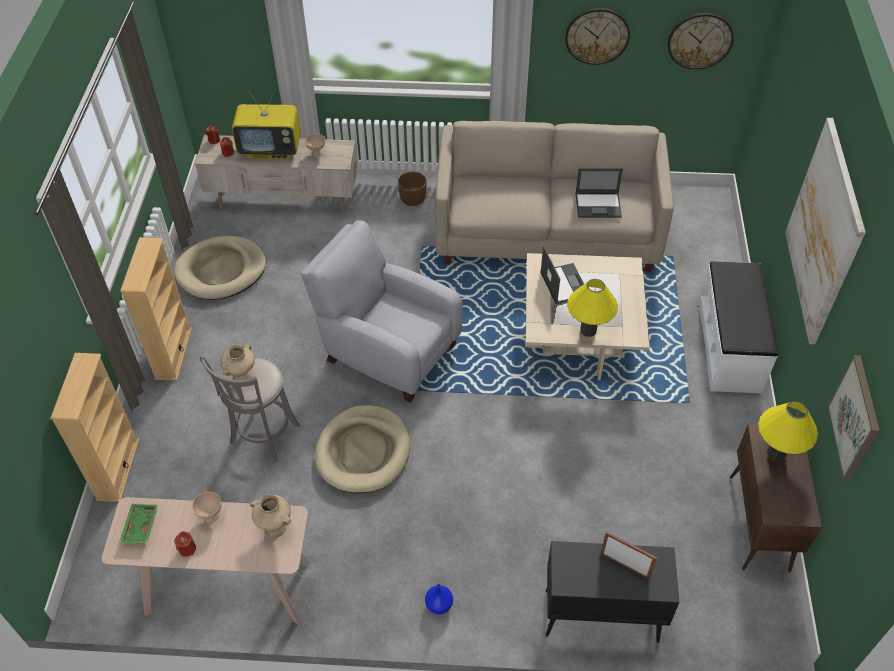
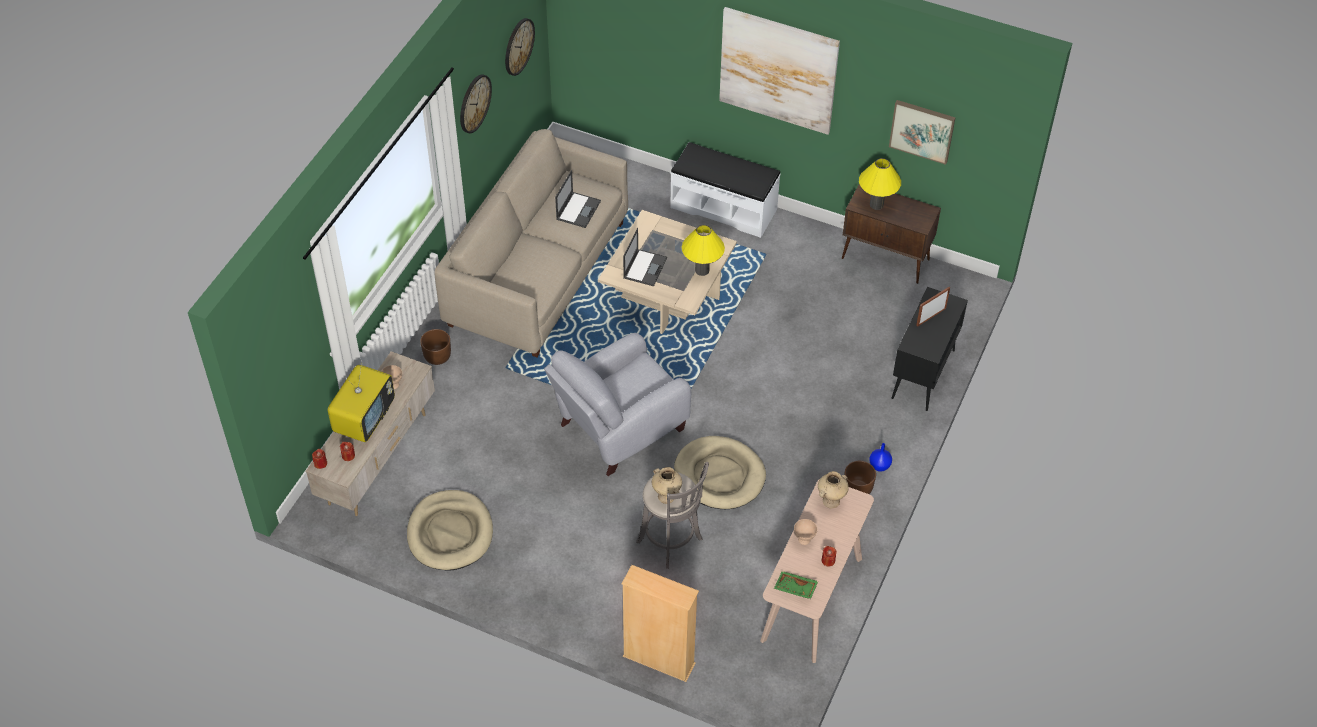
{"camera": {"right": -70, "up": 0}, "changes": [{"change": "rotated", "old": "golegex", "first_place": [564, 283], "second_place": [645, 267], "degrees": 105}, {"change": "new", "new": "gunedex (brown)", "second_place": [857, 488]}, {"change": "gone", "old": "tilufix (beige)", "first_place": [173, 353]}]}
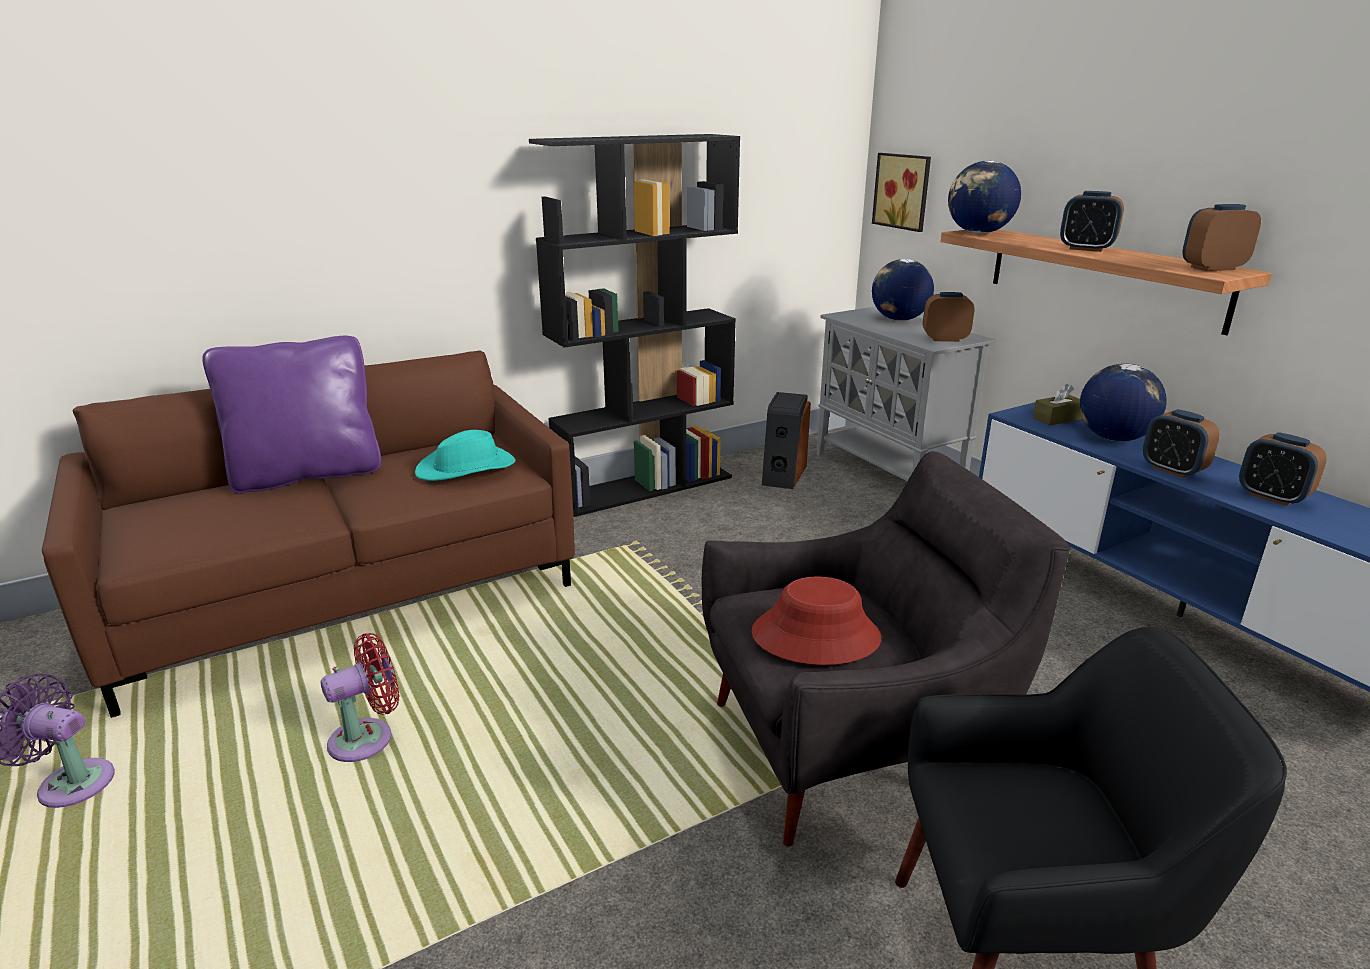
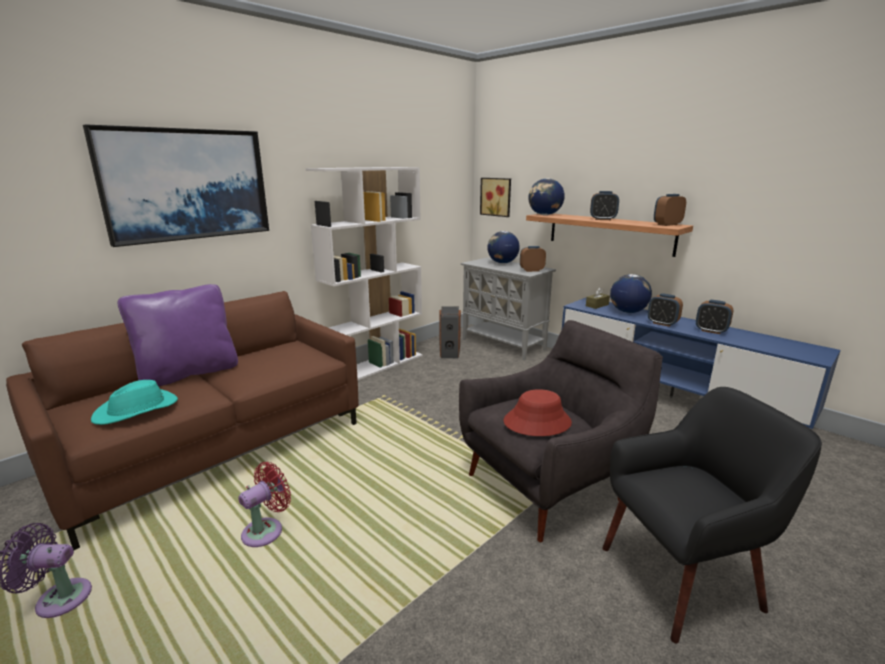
{"camera": {"right": -15, "up": -5}, "changes": [{"change": "new", "new": "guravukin", "second_place": [187, 184]}, {"change": "shifted", "old": "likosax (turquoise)", "first_place": [467, 468], "second_place": [137, 410]}, {"change": "repainted", "old": "tilufix (black)", "new": "tilufix (white)", "first_place": [645, 486], "second_place": [376, 365]}]}
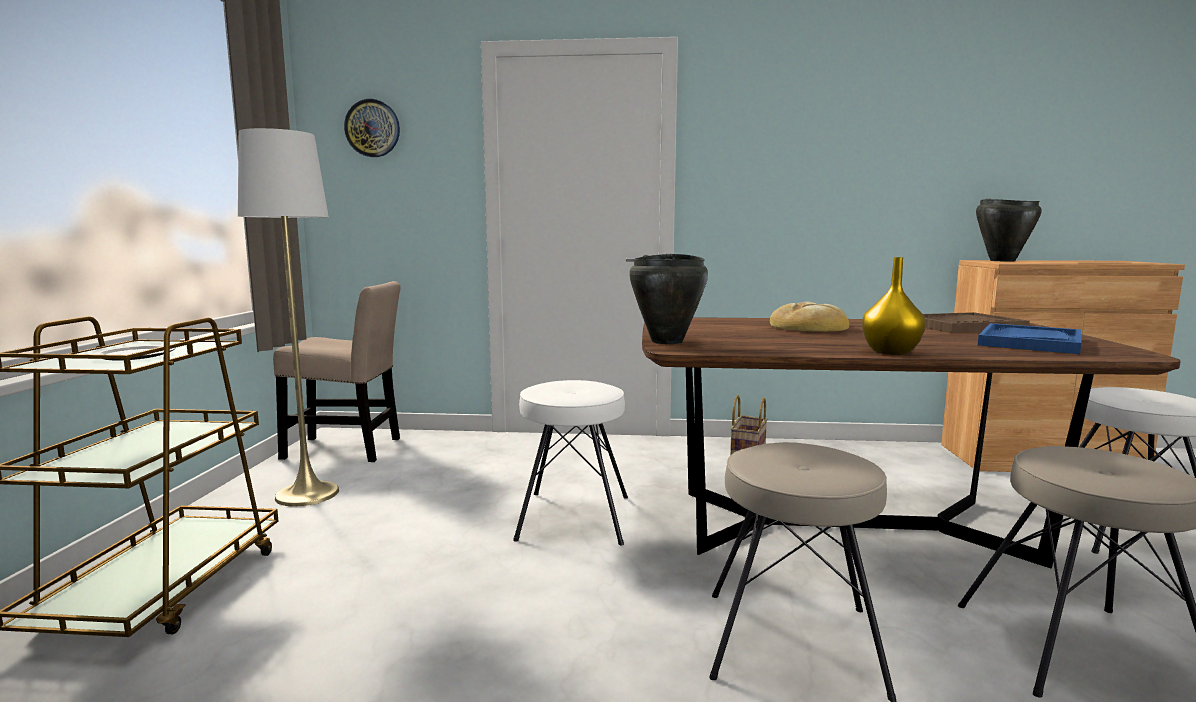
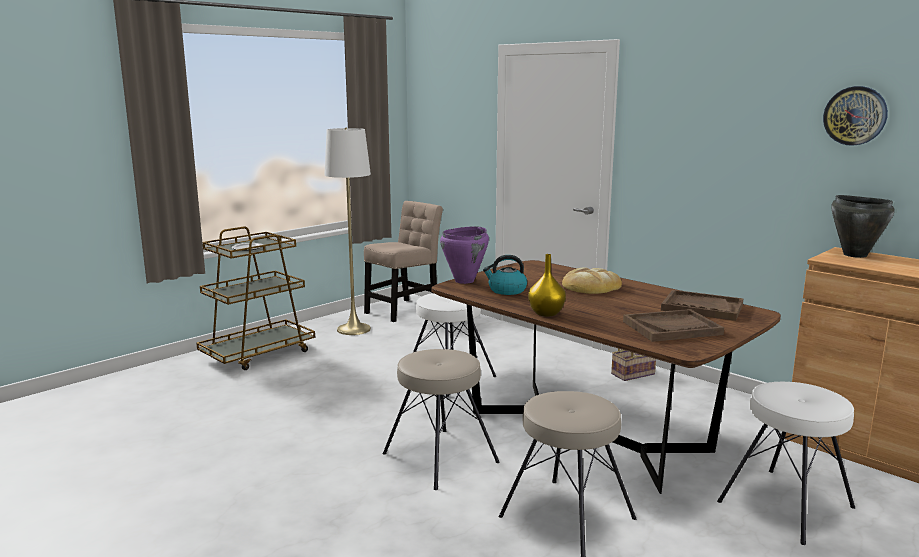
{"camera": {"right": 40, "up": 5}, "changes": [{"change": "rotated", "old": "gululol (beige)", "first_place": [348, 449], "second_place": [404, 310], "degrees": -90}, {"change": "repainted", "old": "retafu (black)", "new": "retafu (purple)", "first_place": [667, 341], "second_place": [465, 281]}, {"change": "new", "new": "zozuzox", "second_place": [506, 290]}, {"change": "repainted", "old": "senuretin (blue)", "new": "senuretin (brown)", "first_place": [1029, 342], "second_place": [672, 328]}, {"change": "shifted", "old": "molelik", "first_place": [372, 128], "second_place": [855, 116]}]}
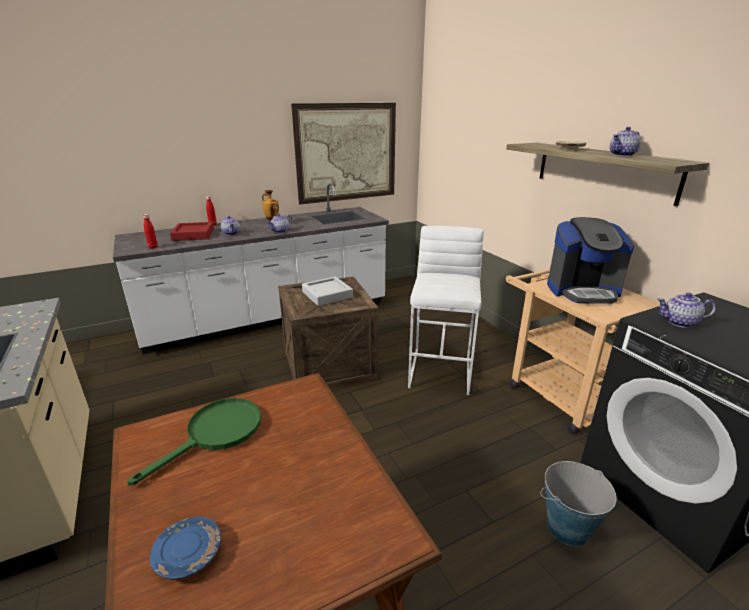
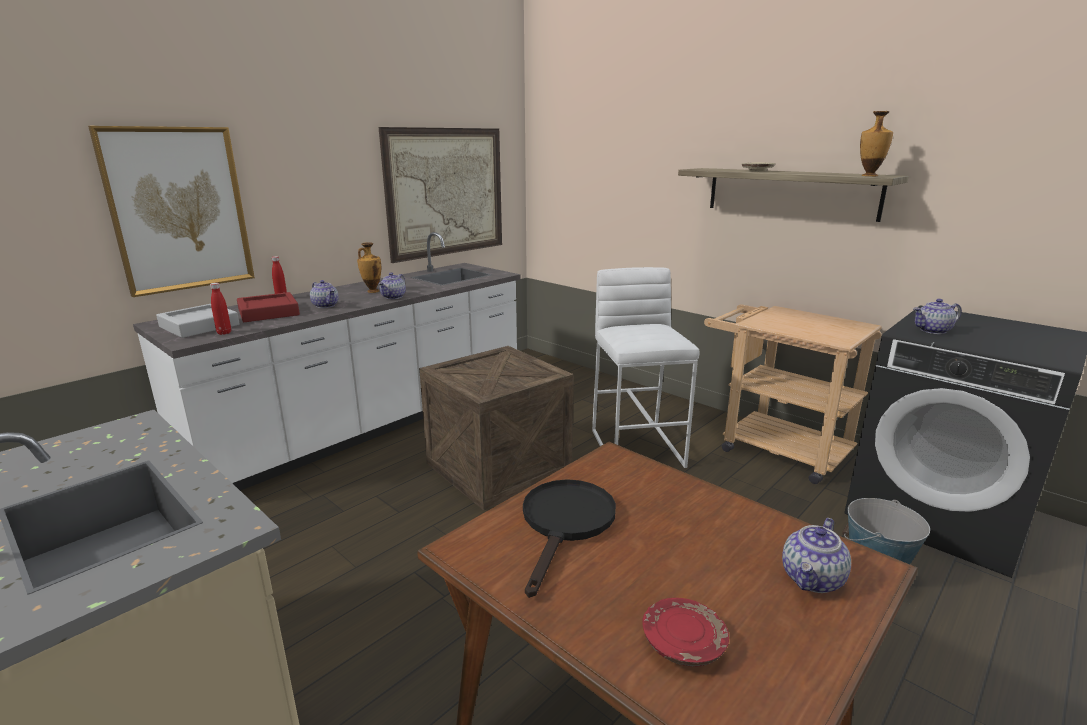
{"camera": {"right": -20, "up": -5}, "changes": [{"change": "new", "new": "guravukin", "second_place": [179, 210]}, {"change": "shifted", "old": "senuretin (grey)", "first_place": [327, 294], "second_place": [199, 326]}, {"change": "repainted", "old": "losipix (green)", "new": "losipix (black)", "first_place": [216, 434], "second_place": [565, 524]}, {"change": "repainted", "old": "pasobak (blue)", "new": "pasobak (red)", "first_place": [189, 555], "second_place": [683, 643]}, {"change": "shifted", "old": "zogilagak", "first_place": [622, 155], "second_place": [813, 579]}, {"change": "new", "new": "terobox", "second_place": [869, 176]}, {"change": "gone", "old": "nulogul", "first_place": [582, 291]}]}
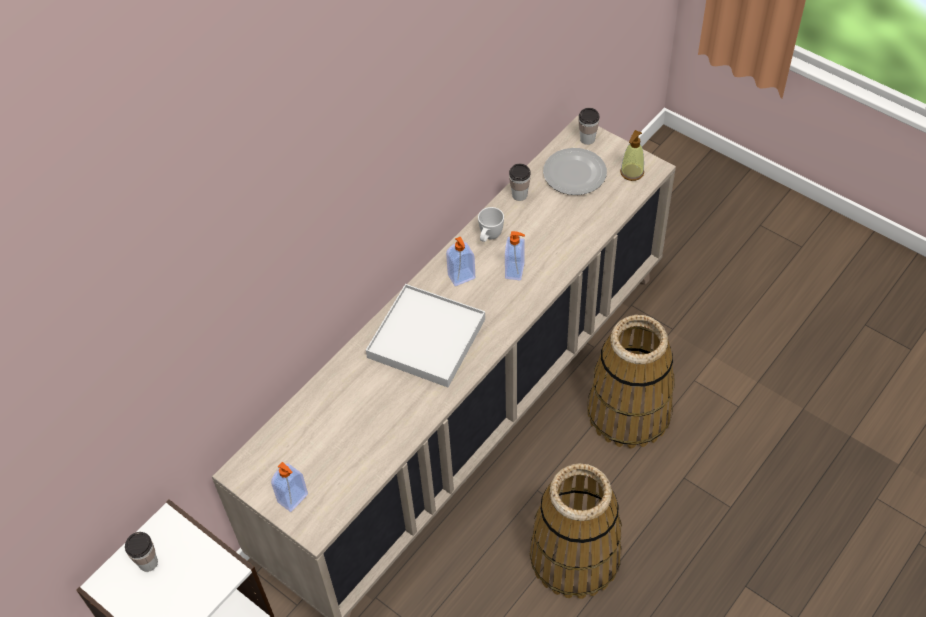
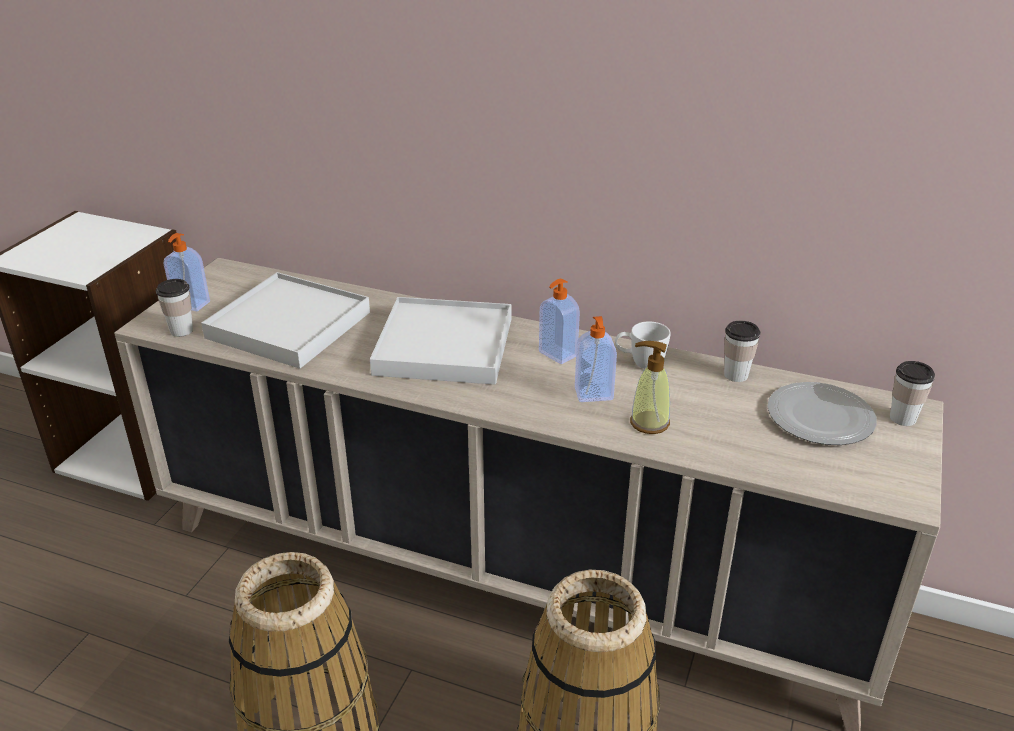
{"camera": {"right": 70, "up": -20}, "changes": [{"change": "shifted", "old": "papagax", "first_place": [148, 562], "second_place": [181, 330]}, {"change": "new", "new": "senuretin (white)", "second_place": [289, 325]}, {"change": "shifted", "old": "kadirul", "first_place": [631, 172], "second_place": [649, 423]}]}
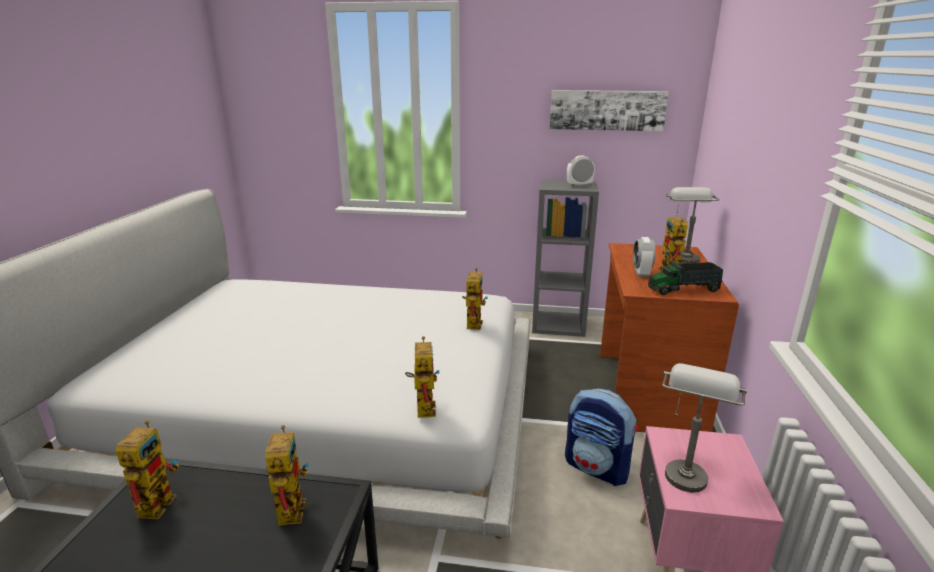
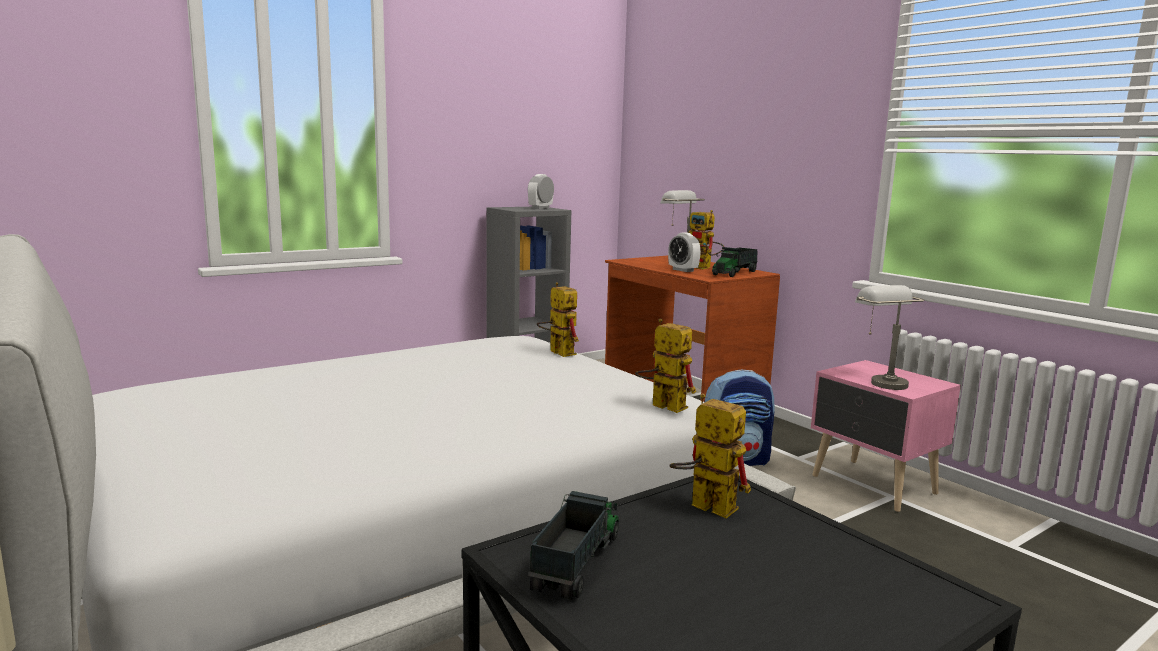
{"camera": {"right": -45, "up": -10}, "changes": [{"change": "swapped", "old": "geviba", "new": "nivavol", "first_place": [158, 500], "second_place": [577, 562]}, {"change": "gone", "old": "guravukin", "first_place": [607, 110]}]}
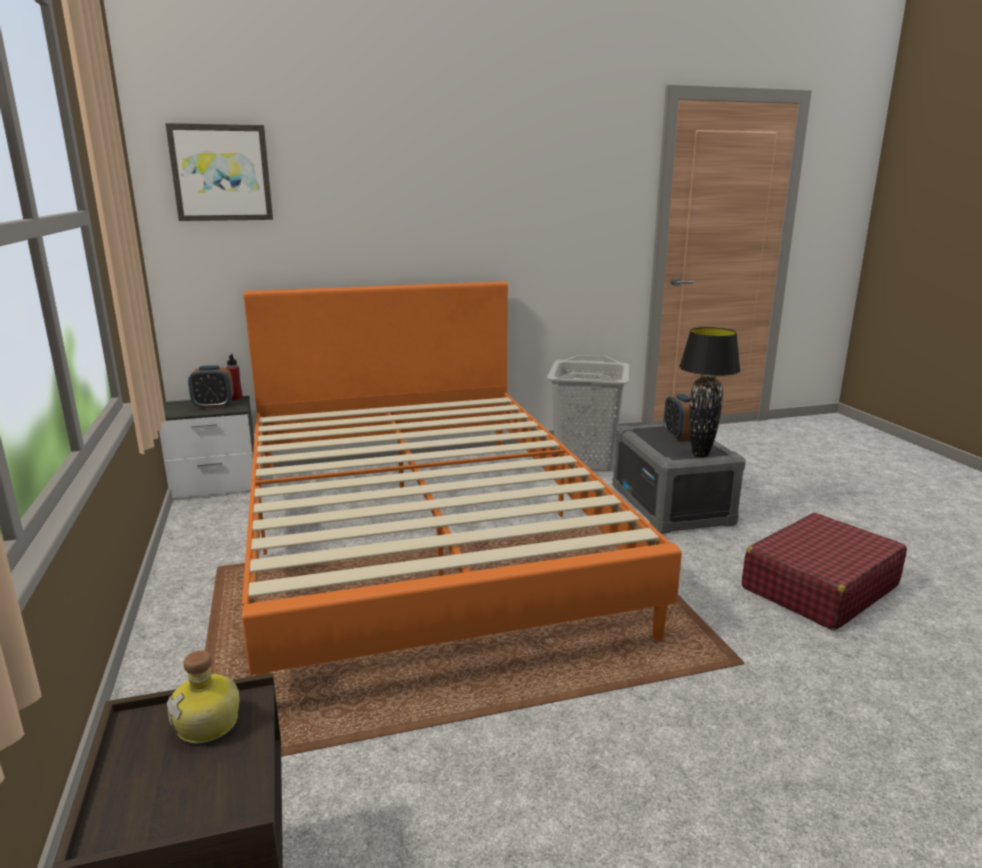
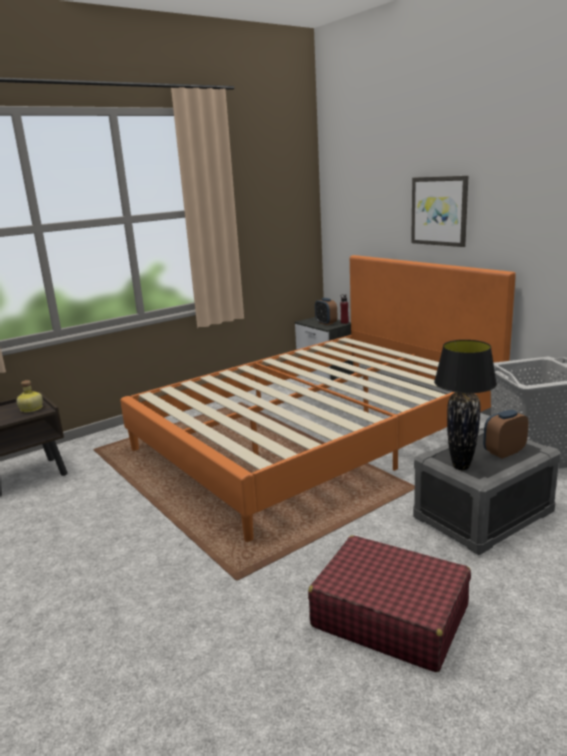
{"camera": {"right": 70, "up": 0}, "changes": [{"change": "shifted", "old": "guravukin", "first_place": [221, 173], "second_place": [439, 211]}]}
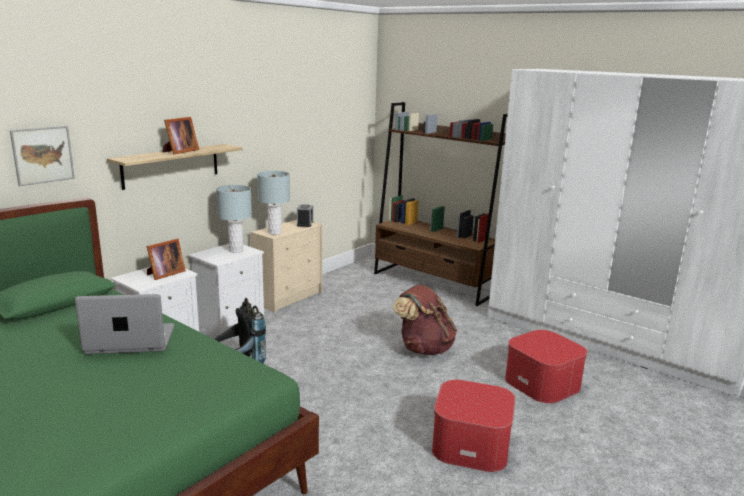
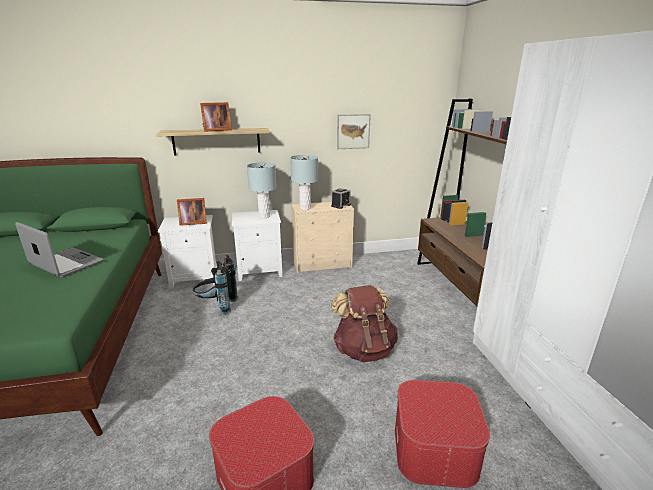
{"camera": {"right": 40, "up": 5}, "changes": [{"change": "shifted", "old": "guravukin", "first_place": [43, 155], "second_place": [353, 131]}]}
